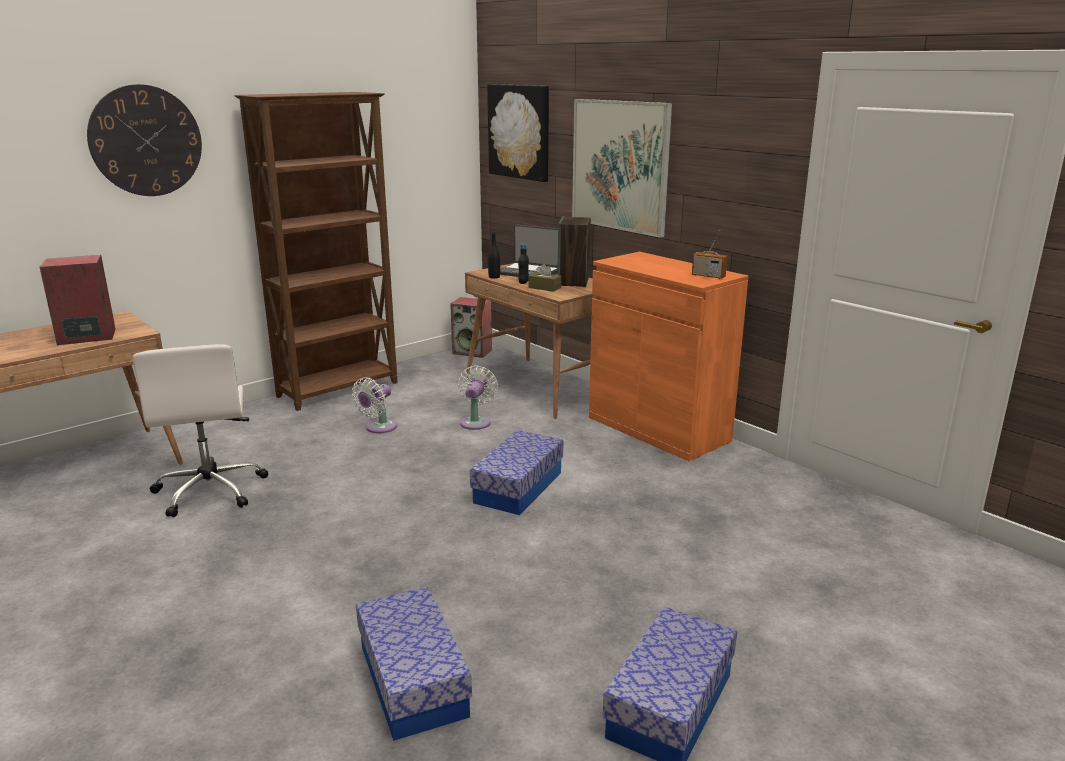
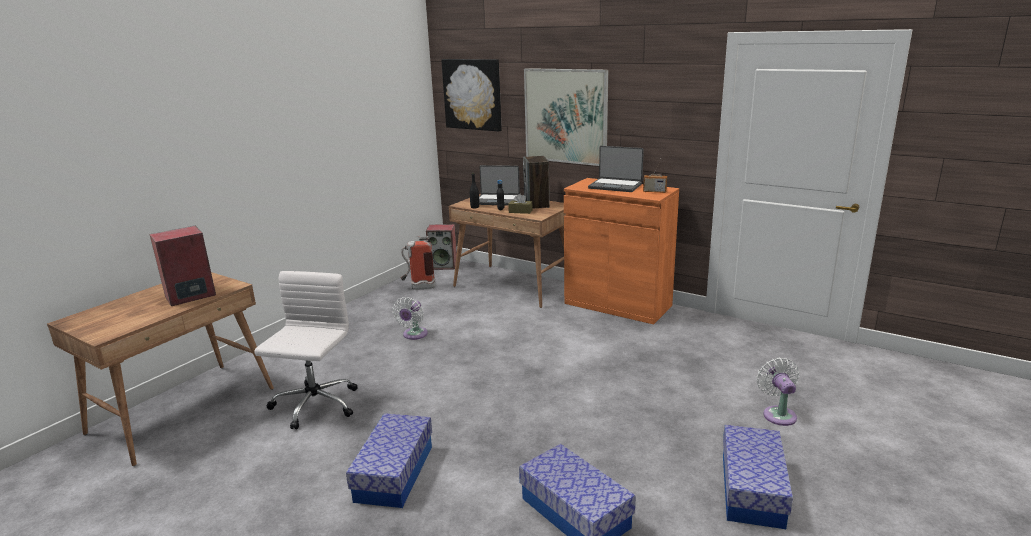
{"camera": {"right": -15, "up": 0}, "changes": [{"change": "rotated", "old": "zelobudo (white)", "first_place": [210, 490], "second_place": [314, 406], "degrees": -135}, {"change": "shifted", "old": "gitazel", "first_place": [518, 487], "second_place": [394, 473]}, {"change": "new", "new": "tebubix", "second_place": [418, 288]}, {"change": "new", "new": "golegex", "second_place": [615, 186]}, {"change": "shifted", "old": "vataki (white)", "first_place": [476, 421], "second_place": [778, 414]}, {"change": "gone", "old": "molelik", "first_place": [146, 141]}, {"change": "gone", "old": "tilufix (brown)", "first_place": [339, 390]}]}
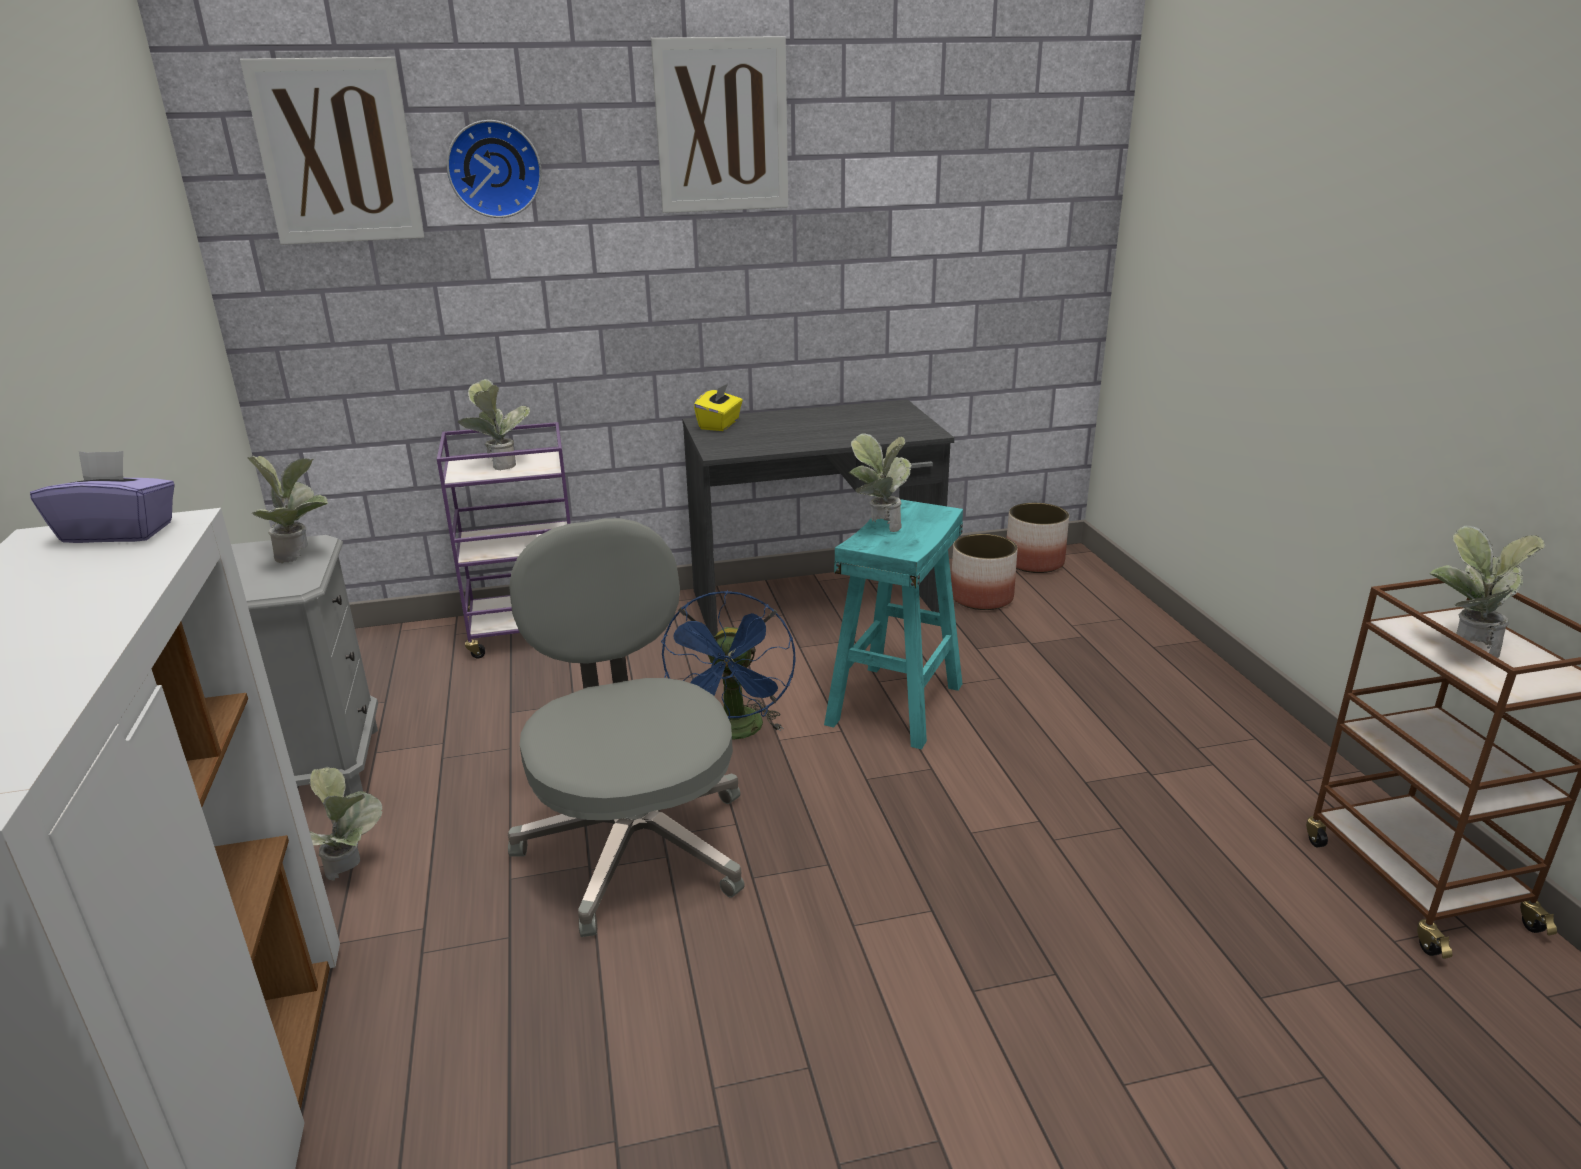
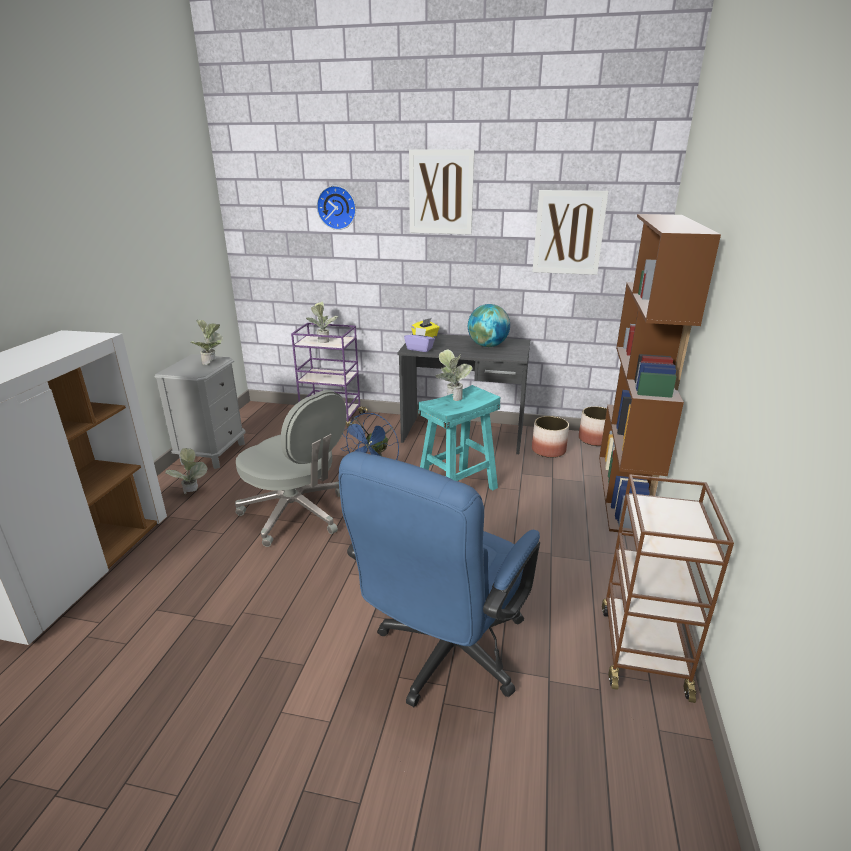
{"camera": {"right": 25, "up": 0}, "changes": [{"change": "rotated", "old": "zelobudo (grey)", "first_place": [635, 843], "second_place": [296, 514], "degrees": 120}, {"change": "new", "new": "zelobudo (blue)", "second_place": [444, 657]}, {"change": "shifted", "old": "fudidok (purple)", "first_place": [119, 532], "second_place": [419, 349]}, {"change": "new", "new": "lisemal", "second_place": [487, 346]}, {"change": "shifted", "old": "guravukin", "first_place": [337, 152], "second_place": [568, 232]}, {"change": "new", "new": "tilufix (brown)", "second_place": [624, 493]}, {"change": "gone", "old": "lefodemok", "first_place": [1463, 648]}]}
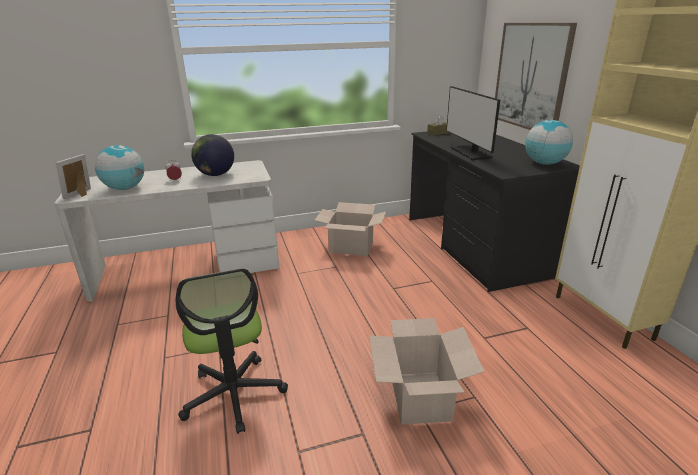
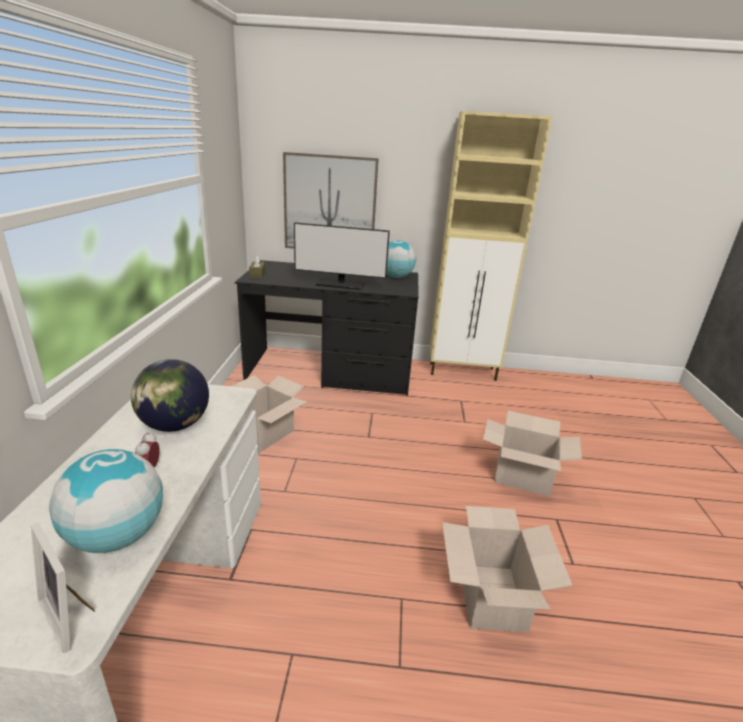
{"camera": {"right": -70, "up": 0}, "changes": [{"change": "swapped", "old": "zelobudo", "new": "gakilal", "first_place": [234, 394], "second_place": [492, 597]}]}
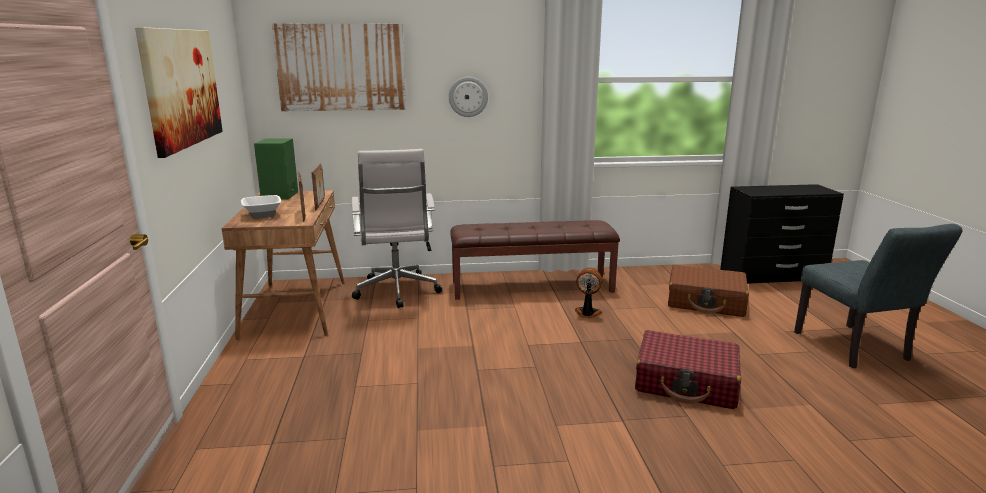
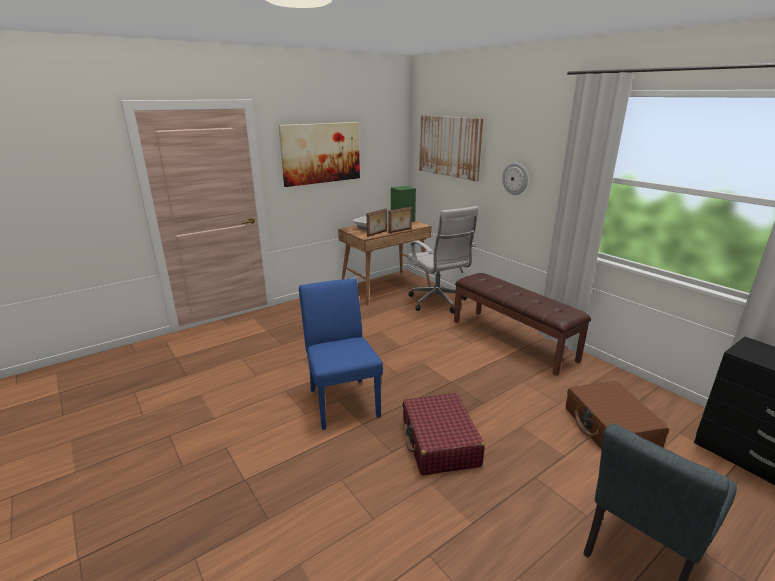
{"camera": {"right": 60, "up": 5}, "changes": [{"change": "new", "new": "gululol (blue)", "second_place": [342, 399]}, {"change": "rotated", "old": "zelobudo (white)", "first_place": [397, 292], "second_place": [438, 303], "degrees": -75}, {"change": "gone", "old": "vataki", "first_place": [587, 314]}]}
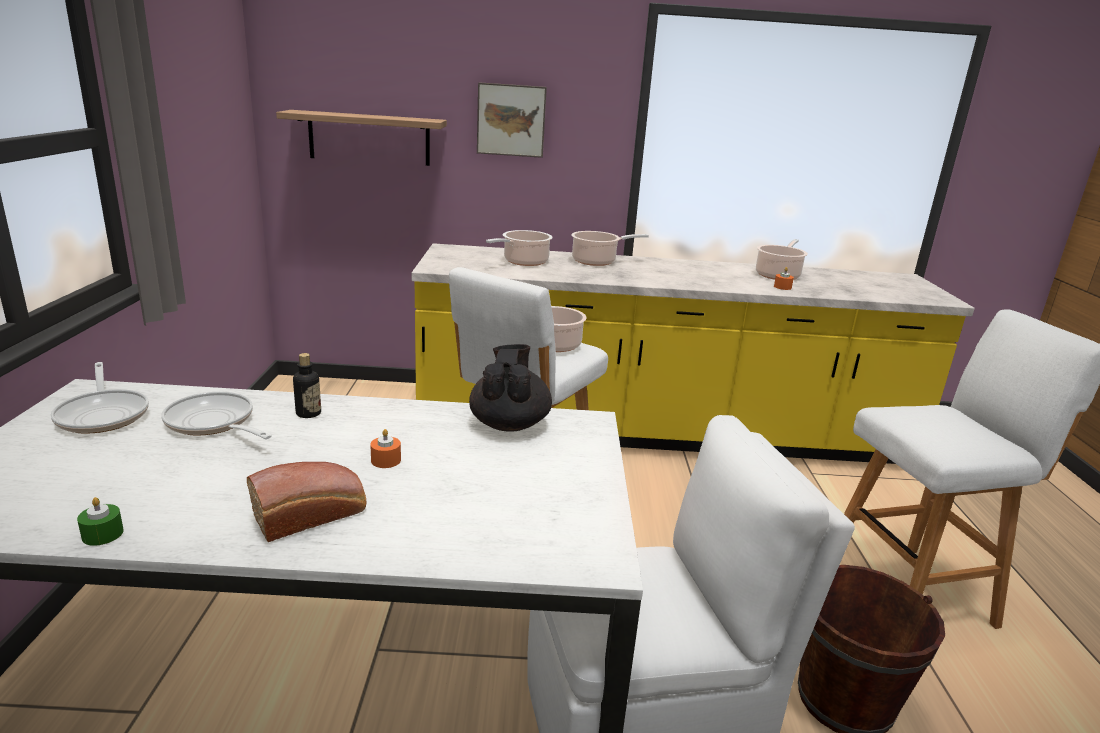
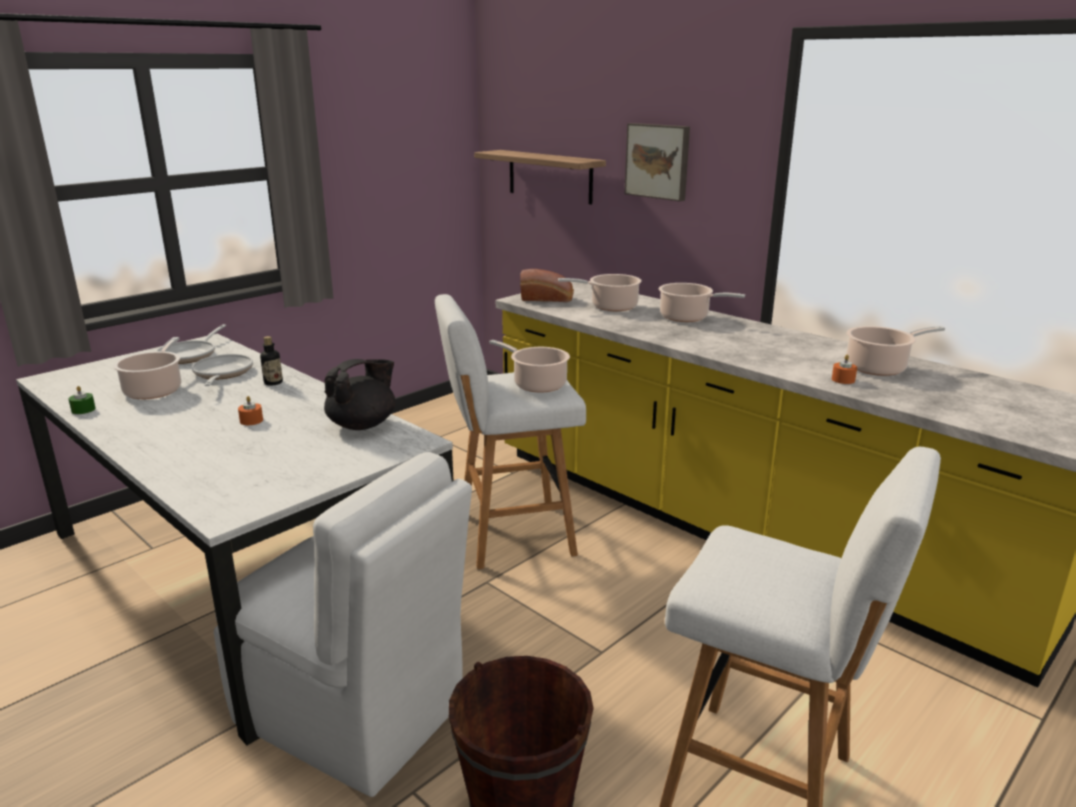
{"camera": {"right": 45, "up": 0}, "changes": [{"change": "new", "new": "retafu", "second_place": [155, 390]}, {"change": "shifted", "old": "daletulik", "first_place": [312, 515], "second_place": [548, 299]}]}
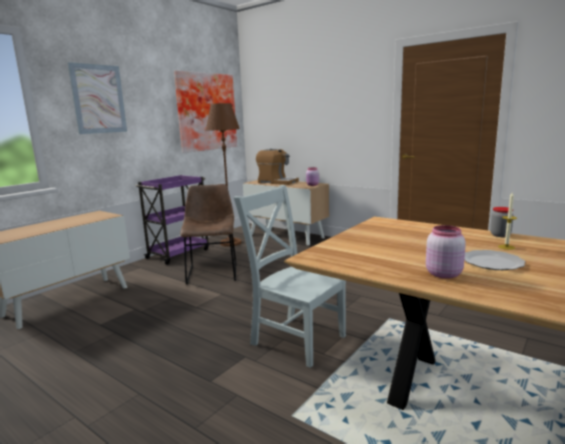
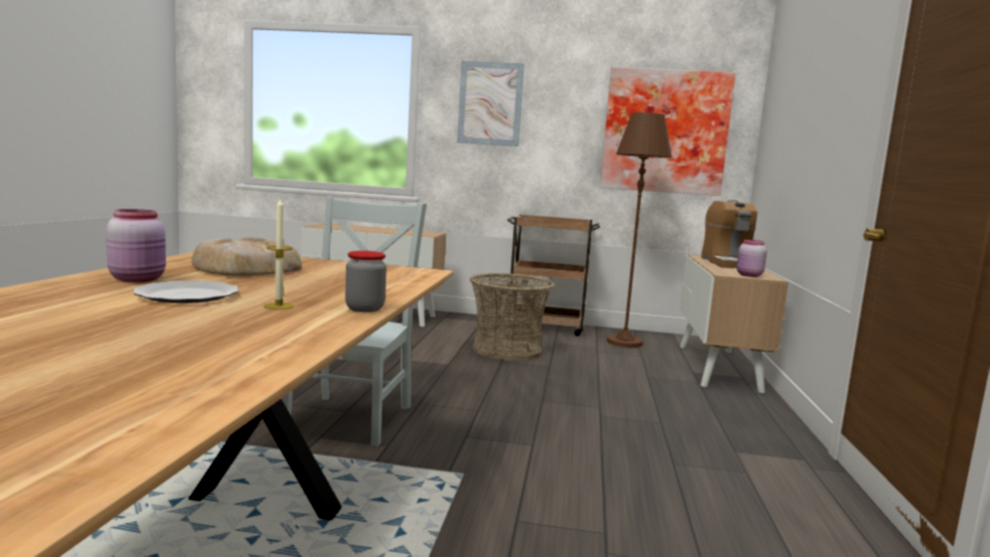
{"camera": {"right": 60, "up": -5}, "changes": [{"change": "new", "new": "daletulik", "second_place": [244, 269]}, {"change": "swapped", "old": "gululol (brown)", "new": "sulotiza", "first_place": [212, 272], "second_place": [507, 350]}, {"change": "repainted", "old": "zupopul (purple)", "new": "zupopul (brown)", "first_place": [179, 253], "second_place": [545, 327]}]}
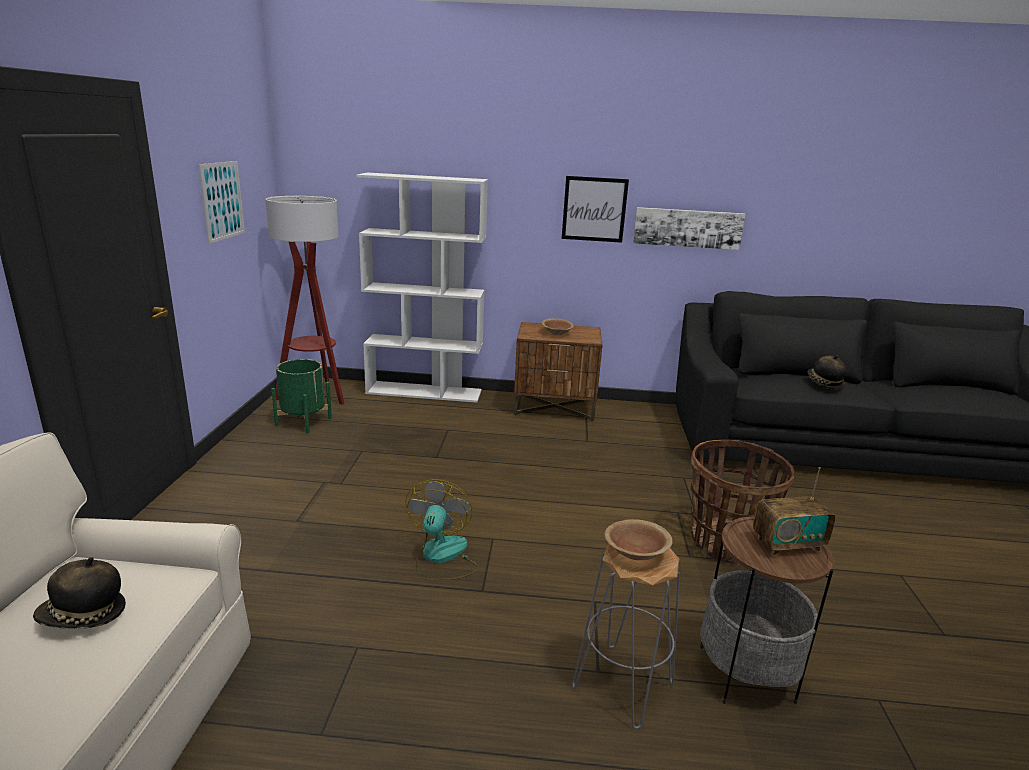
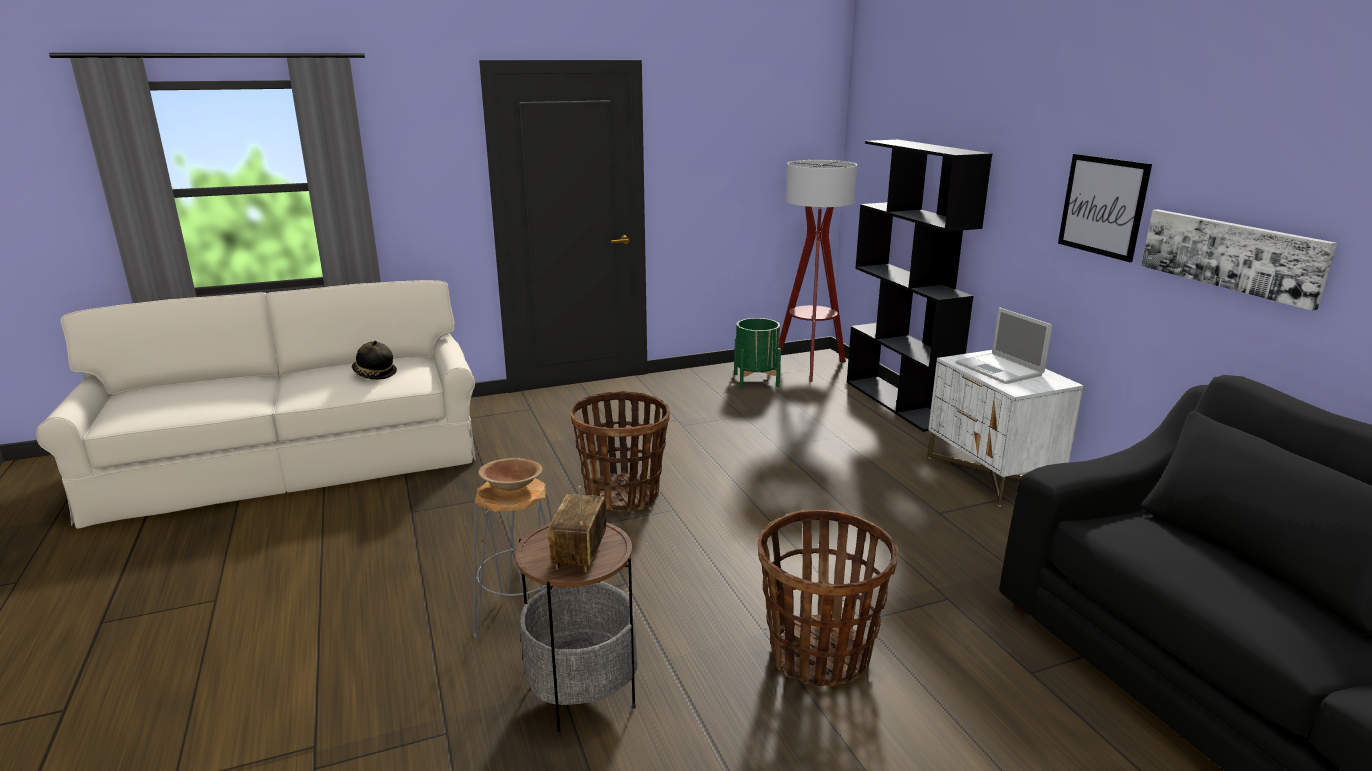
{"camera": {"right": 65, "up": 0}, "changes": [{"change": "rotated", "old": "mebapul", "first_place": [787, 544], "second_place": [580, 554], "degrees": 45}, {"change": "swapped", "old": "vataki", "new": "sulotiza", "first_place": [441, 557], "second_place": [622, 495]}, {"change": "repainted", "old": "tilufix (white)", "new": "tilufix (black)", "first_place": [425, 392], "second_place": [899, 403]}, {"change": "repainted", "old": "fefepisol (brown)", "new": "fefepisol (white)", "first_place": [554, 408], "second_place": [992, 474]}, {"change": "swapped", "old": "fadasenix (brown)", "new": "golegex", "first_place": [556, 333], "second_place": [1000, 369]}, {"change": "gone", "old": "guravukin", "first_place": [222, 201]}, {"change": "gone", "old": "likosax", "first_place": [823, 383]}]}
